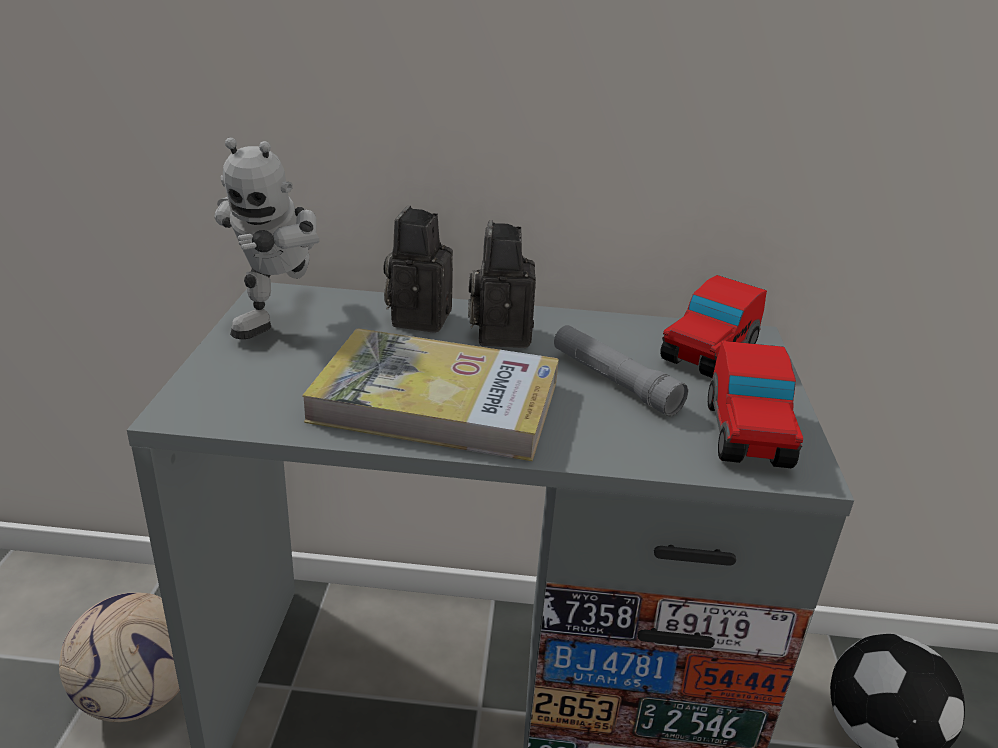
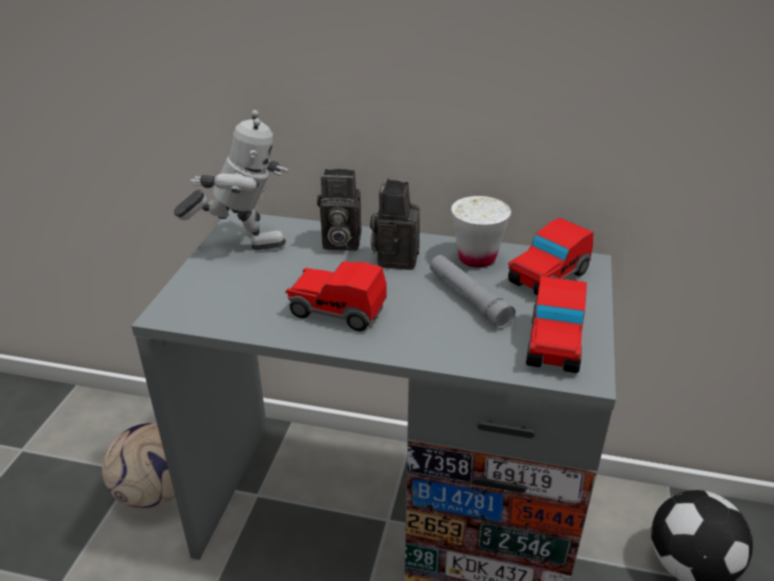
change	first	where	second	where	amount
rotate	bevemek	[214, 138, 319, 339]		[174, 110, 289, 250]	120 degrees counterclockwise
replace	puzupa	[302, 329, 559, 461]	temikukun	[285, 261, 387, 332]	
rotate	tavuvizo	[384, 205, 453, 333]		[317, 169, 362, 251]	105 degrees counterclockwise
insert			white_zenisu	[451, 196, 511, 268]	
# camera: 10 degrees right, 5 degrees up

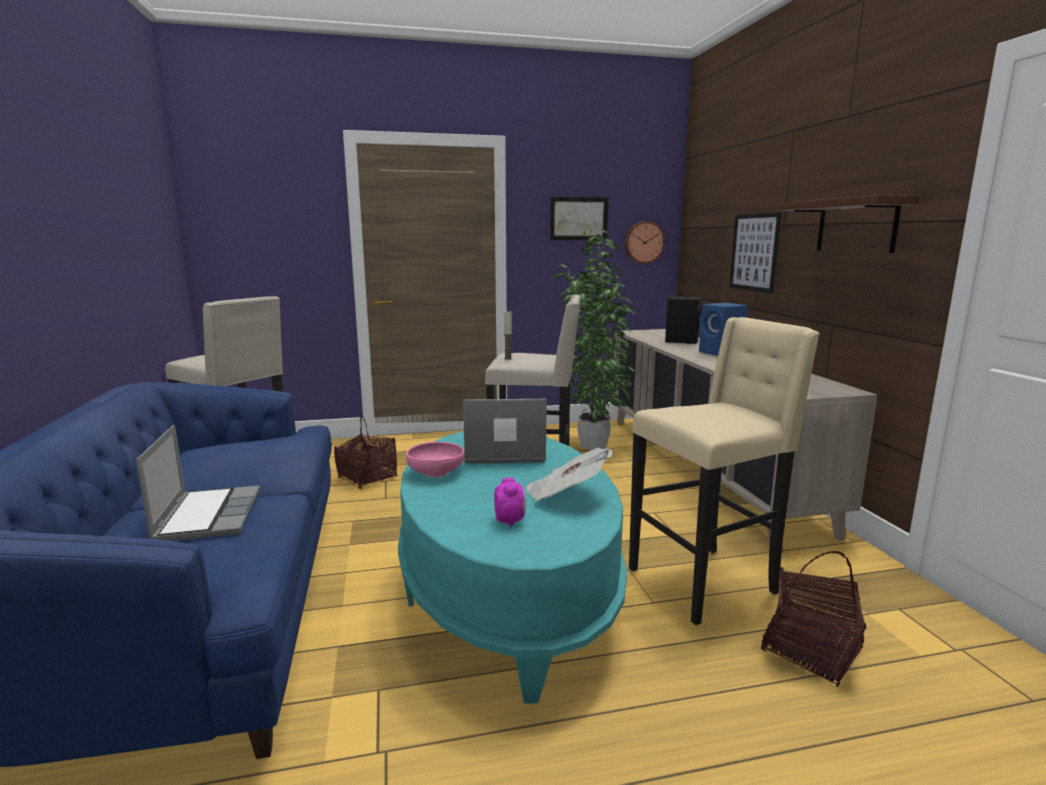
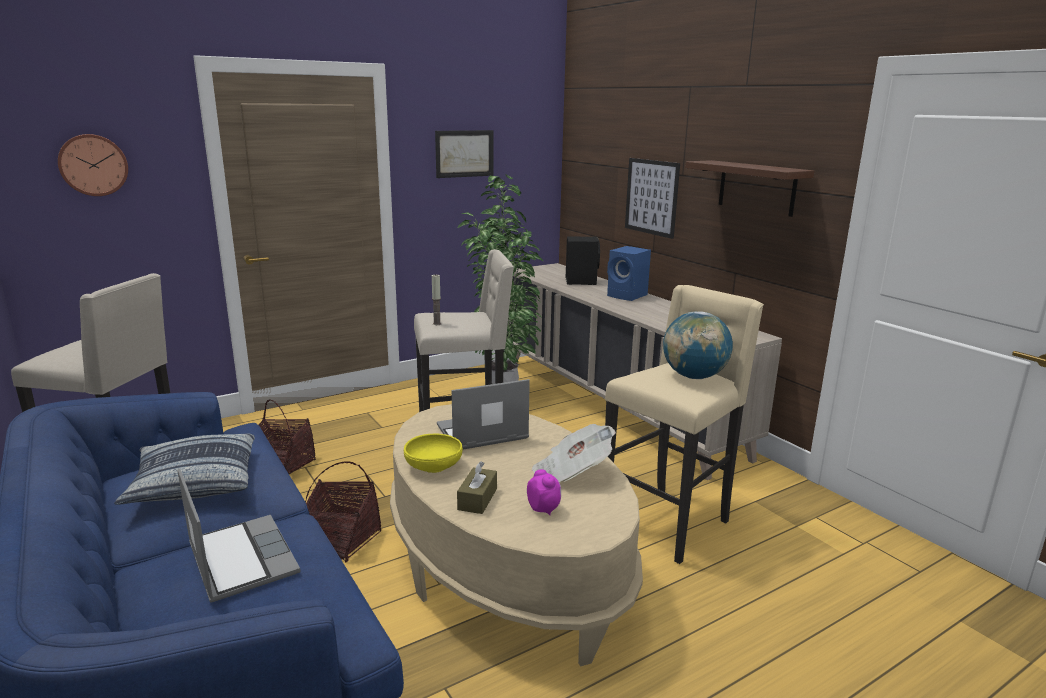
change	first	where	second	where	amount
recolor	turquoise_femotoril	[398, 431, 627, 704]	beige_femotoril	[390, 404, 643, 666]	
recolor	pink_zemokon	[406, 442, 465, 477]	yellow_zemokon	[404, 434, 463, 473]	
move	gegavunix	[625, 221, 665, 264]		[58, 134, 128, 196]	
move	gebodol	[761, 551, 866, 687]		[305, 461, 381, 563]	
insert			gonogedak	[114, 434, 255, 505]	
insert			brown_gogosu	[457, 461, 497, 514]	
insert			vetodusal	[663, 311, 733, 379]	
# camera: 20 degrees left, 5 degrees up

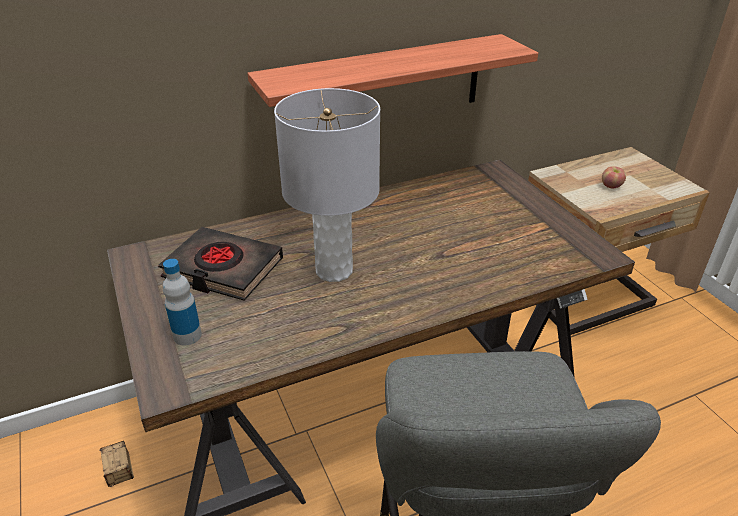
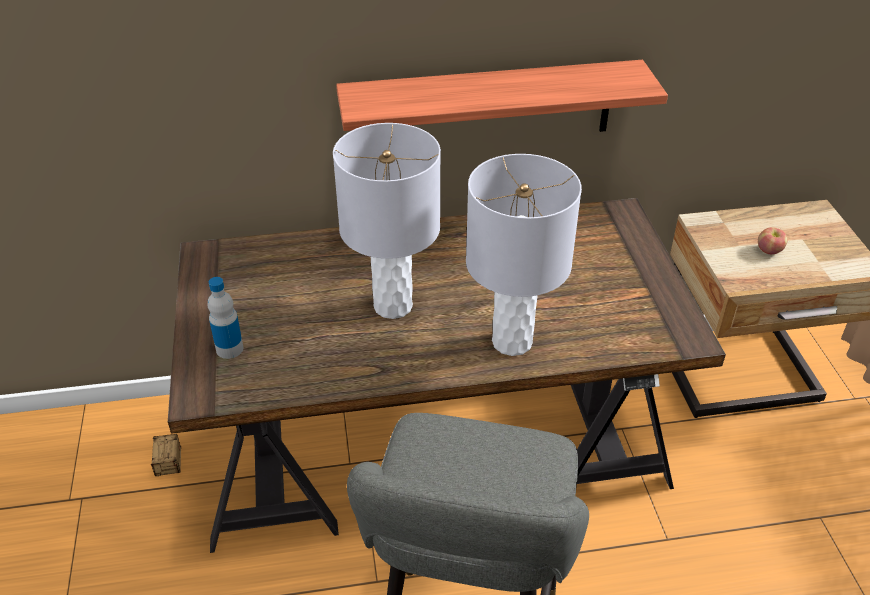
change	first	where	second	where	amount
delete	black_puzupa	[158, 227, 283, 301]			
insert			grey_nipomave	[466, 154, 582, 356]	
# camera: 15 degrees right, 5 degrees up

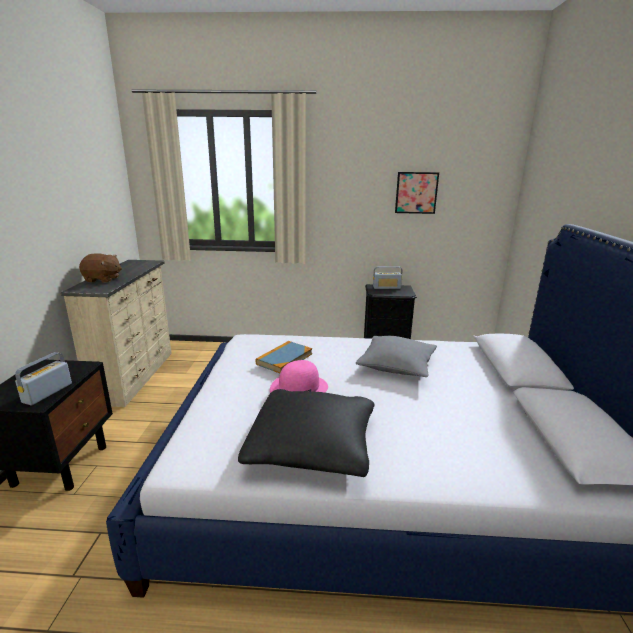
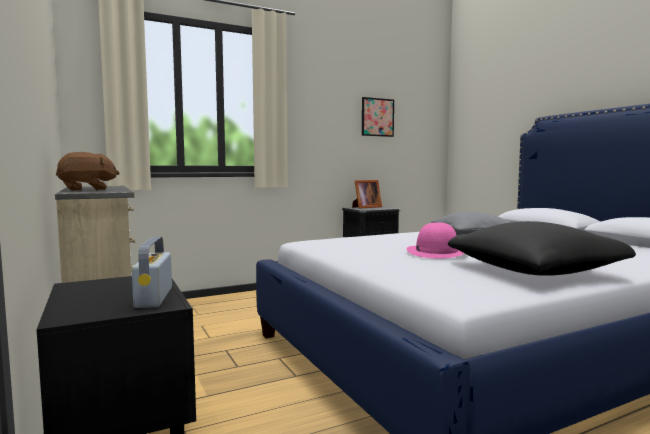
change	first	where	second	where	amount
delete	puzupa	[255, 341, 312, 373]			
replace	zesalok	[373, 266, 402, 289]	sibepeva	[352, 180, 382, 209]	
# camera: 30 degrees left, 15 degrees down

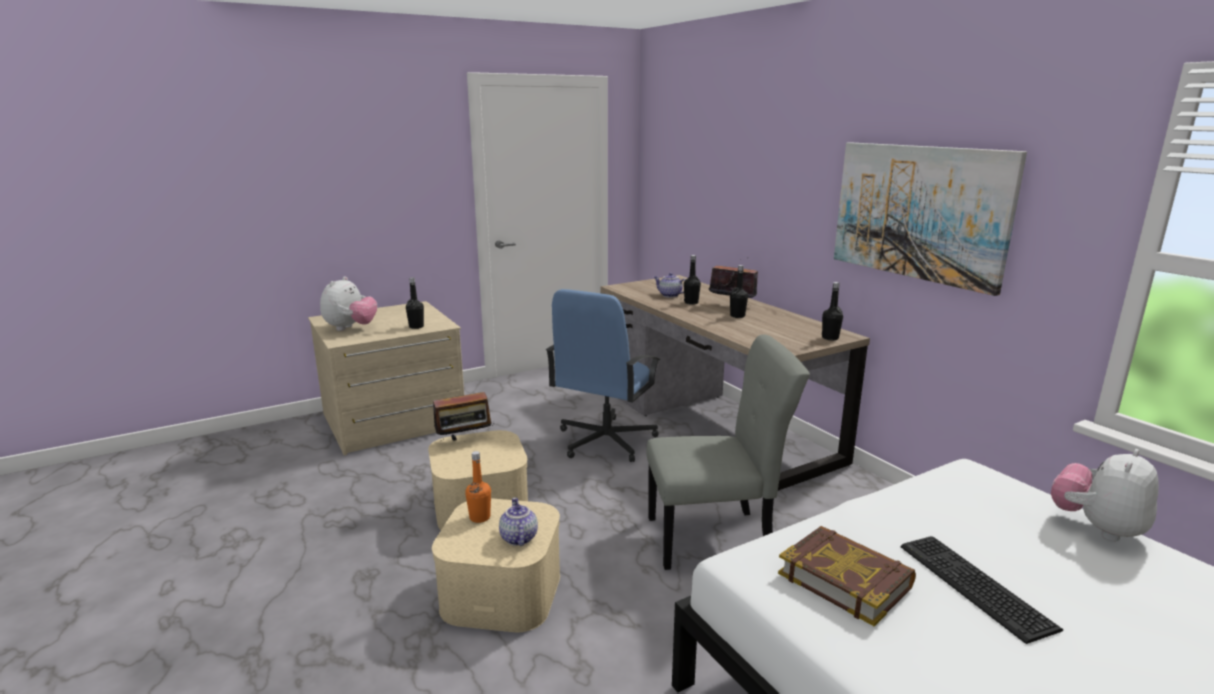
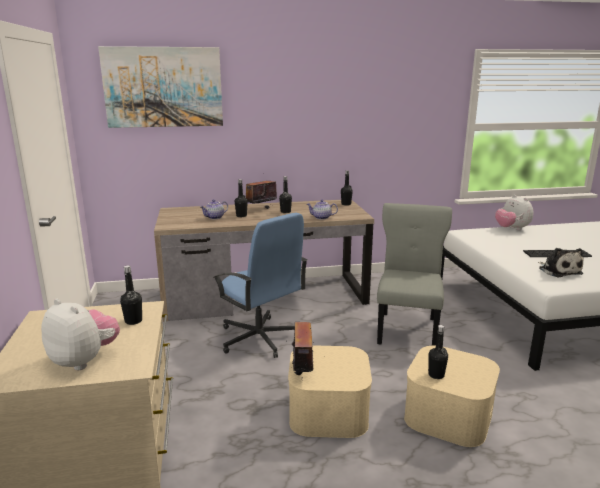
change	first	where	second	where	amount
recolor	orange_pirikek	[465, 451, 491, 523]	black_pirikek	[428, 325, 448, 379]	
move	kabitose	[499, 497, 538, 546]		[307, 200, 338, 220]	
replace	puzupa	[778, 526, 916, 626]	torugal	[538, 248, 583, 277]	
move	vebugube	[834, 142, 1027, 296]		[98, 46, 223, 128]	
# camera: 70 degrees left, 0 degrees up

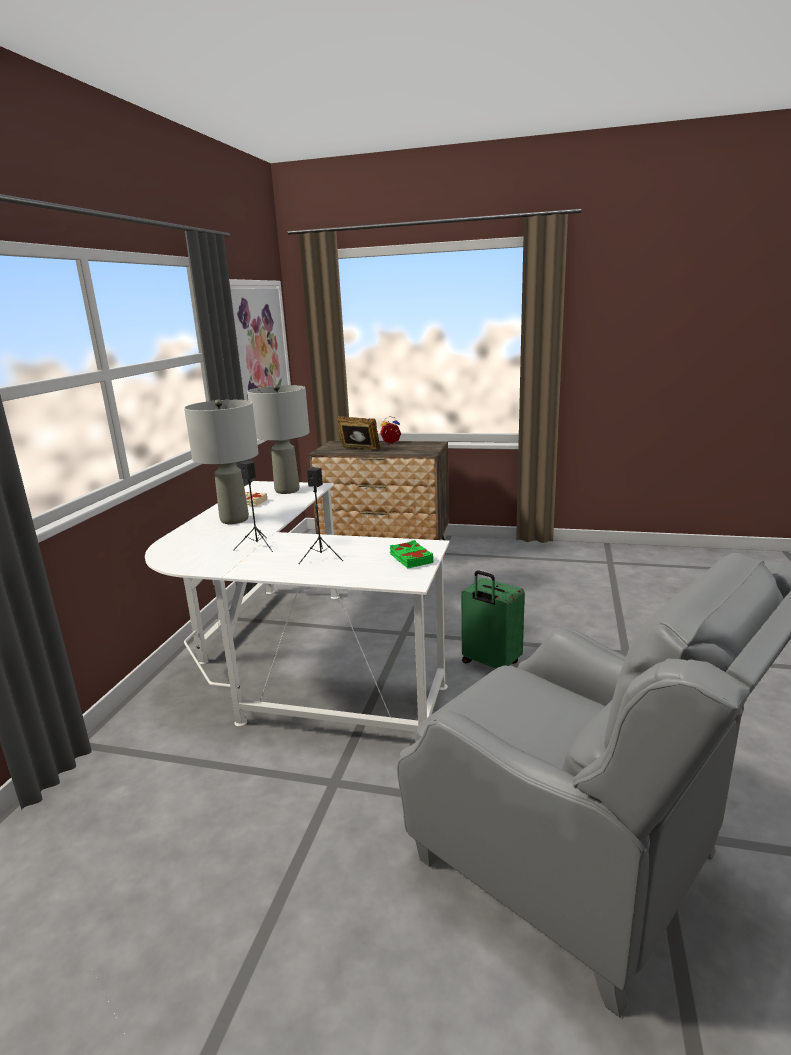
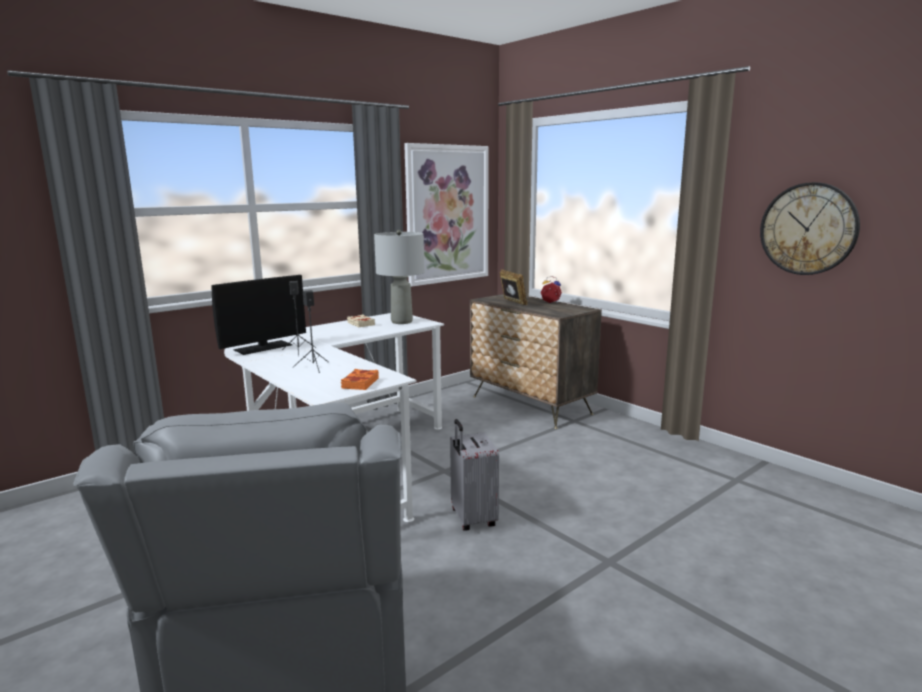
change	first	where	second	where	amount
delete	grey_nipomave	[184, 399, 258, 524]			
recolor	green_puzupa	[390, 540, 434, 569]	orange_puzupa	[341, 369, 379, 390]	
recolor	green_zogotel	[461, 570, 525, 668]	grey_zogotel	[450, 419, 499, 531]	
insert			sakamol	[211, 275, 306, 355]	
insert			gegavunix	[760, 182, 860, 275]	
# camera: 35 degrees right, 5 degrees down

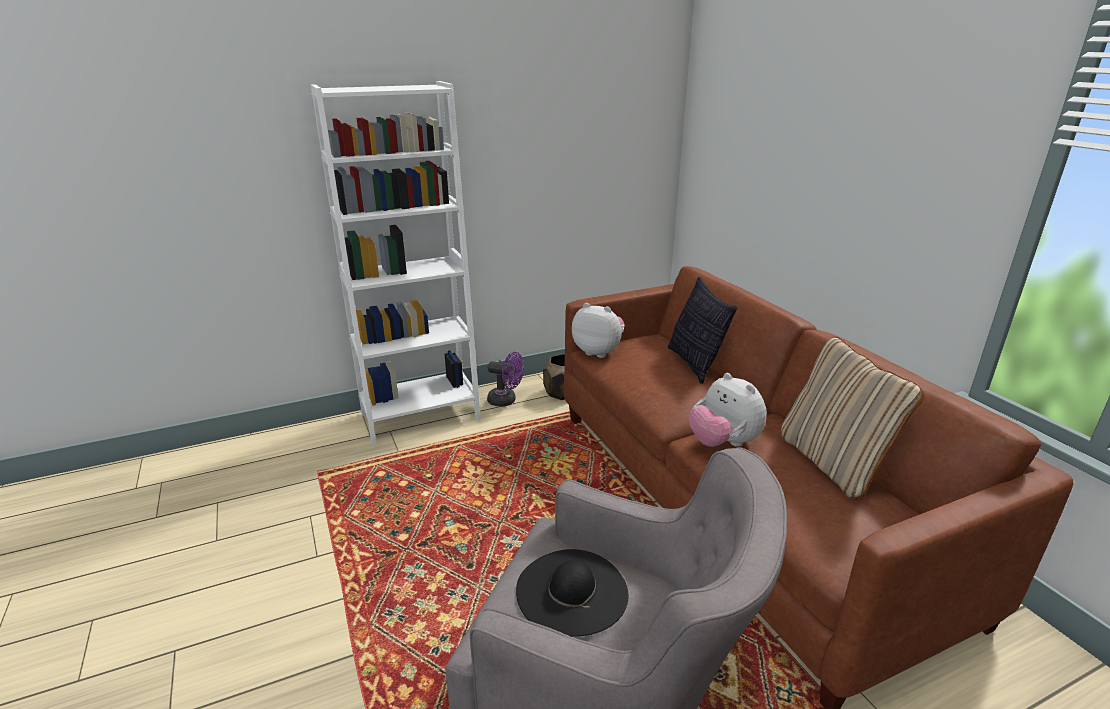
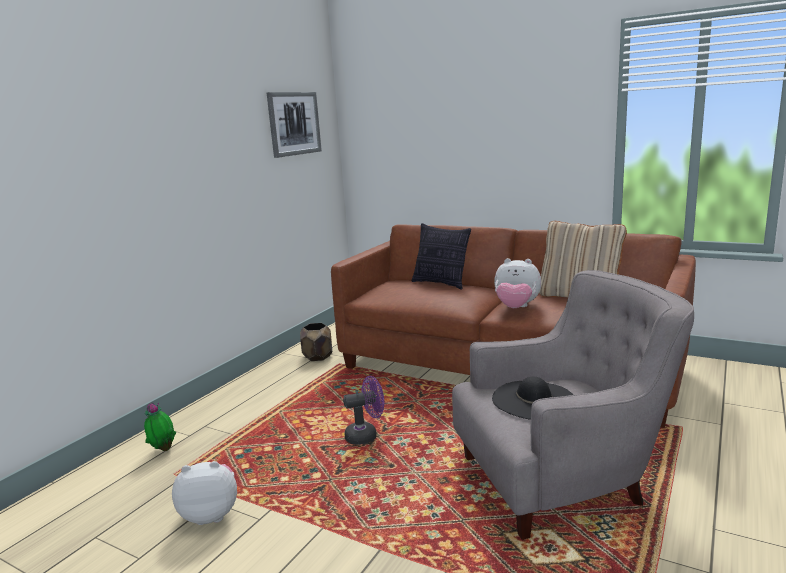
change	first	where	second	where	amount
delete	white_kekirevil	[311, 81, 481, 445]			
move	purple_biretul	[487, 352, 524, 407]		[343, 376, 384, 445]	
move	torugal	[572, 303, 625, 358]		[172, 461, 237, 525]	
insert			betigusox	[144, 403, 176, 451]	
insert			vebugube	[267, 92, 322, 158]	
# camera: 35 degrees left, 10 degrees down

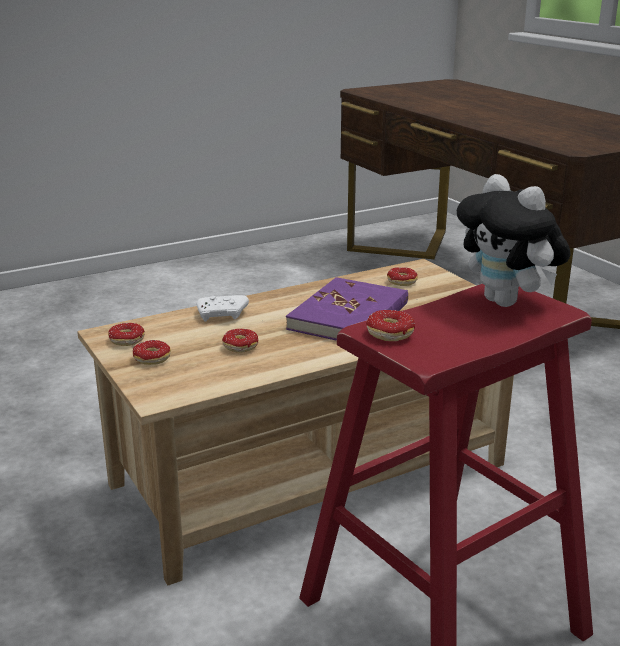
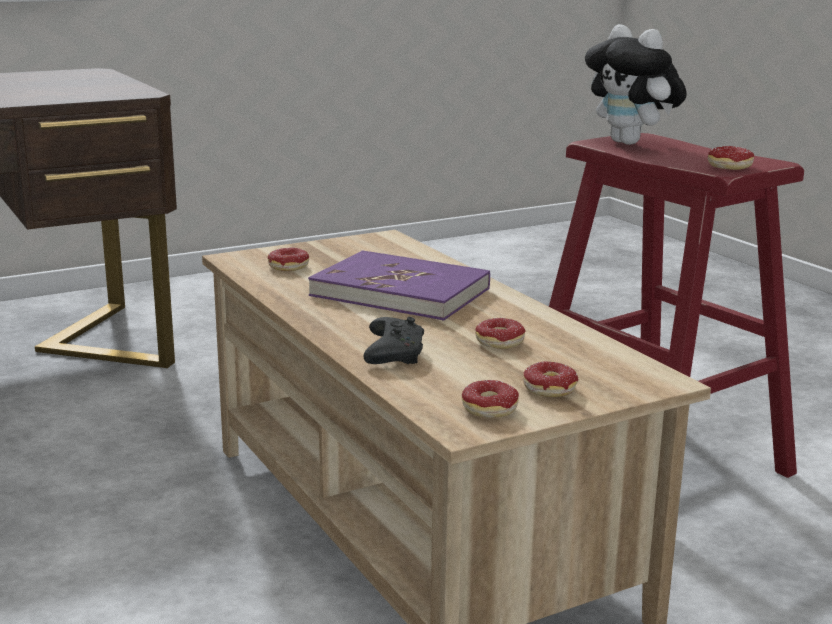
change	first	where	second	where	amount
recolor	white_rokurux	[197, 295, 249, 321]	black_rokurux	[363, 317, 424, 364]	
rotate	torugal	[457, 174, 571, 307]		[585, 24, 687, 145]	90 degrees clockwise
# camera: 90 degrees left, 5 degrees down

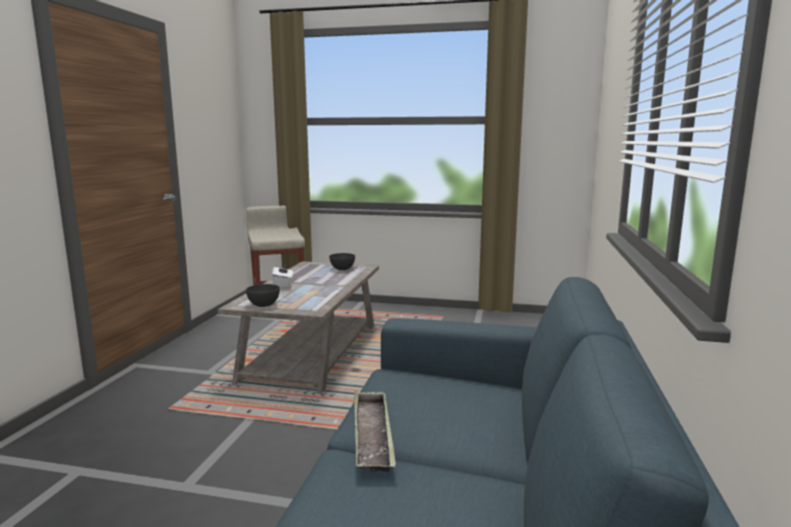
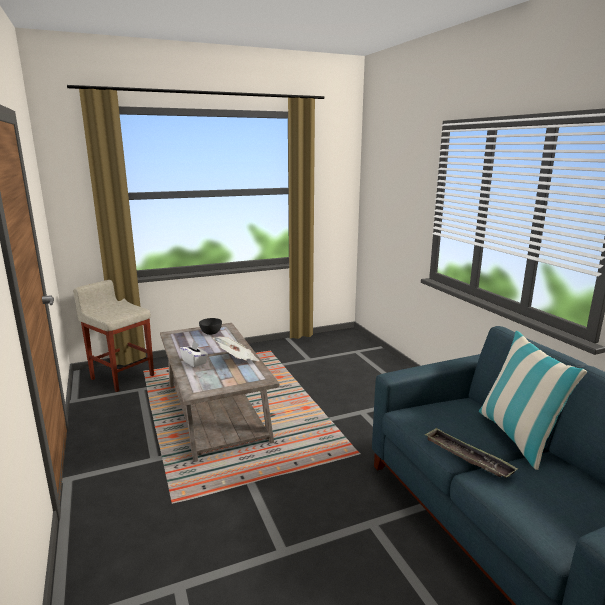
change	first	where	second	where	amount
delete	grey_zemokon	[246, 284, 280, 307]			
insert			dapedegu	[213, 337, 259, 361]	
insert			gonogedak	[479, 331, 587, 470]	
# camera: 35 degrees left, 5 degrees up

